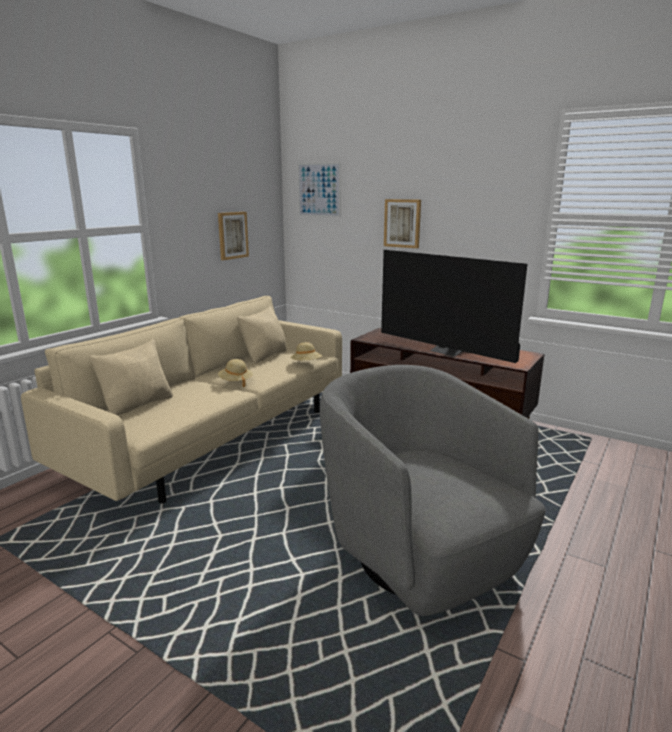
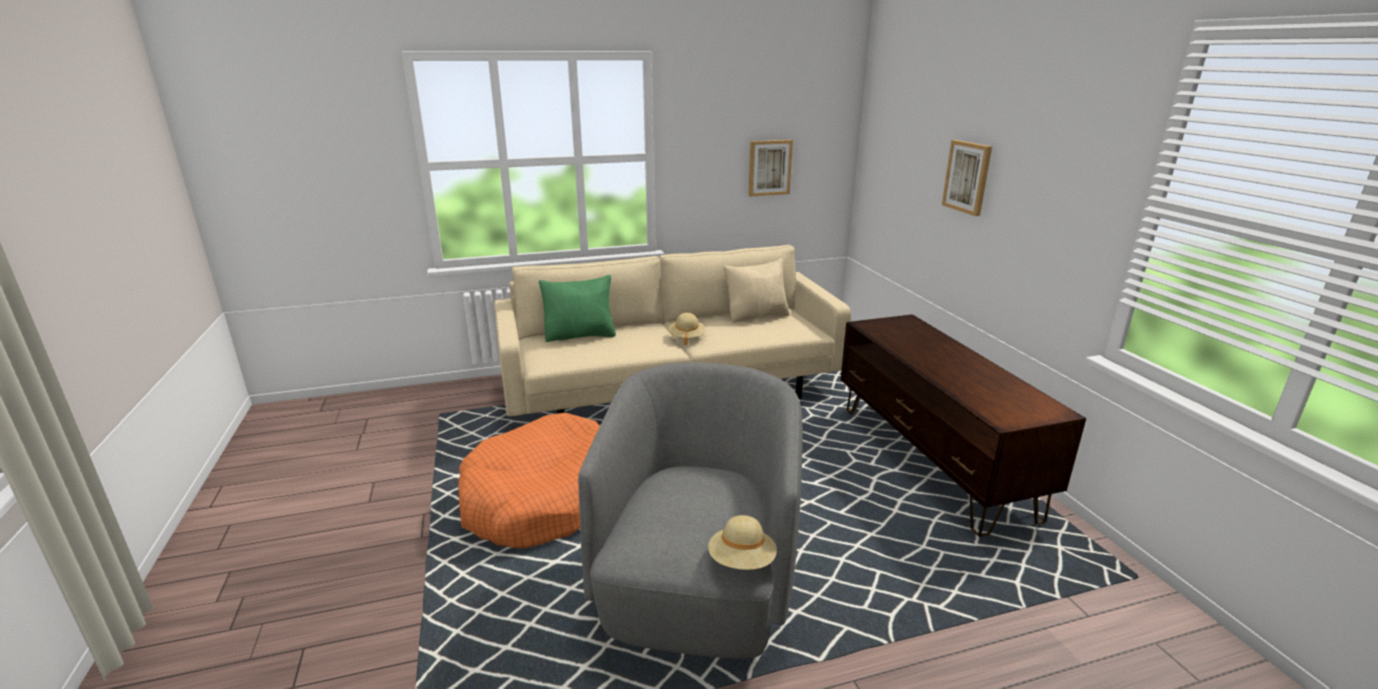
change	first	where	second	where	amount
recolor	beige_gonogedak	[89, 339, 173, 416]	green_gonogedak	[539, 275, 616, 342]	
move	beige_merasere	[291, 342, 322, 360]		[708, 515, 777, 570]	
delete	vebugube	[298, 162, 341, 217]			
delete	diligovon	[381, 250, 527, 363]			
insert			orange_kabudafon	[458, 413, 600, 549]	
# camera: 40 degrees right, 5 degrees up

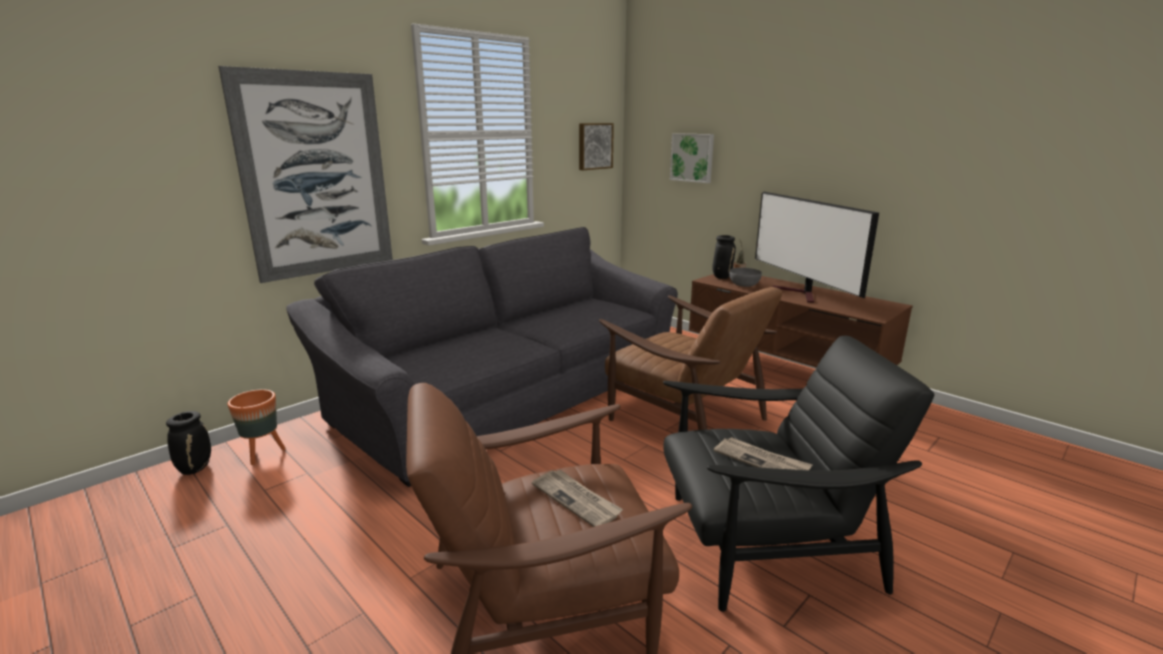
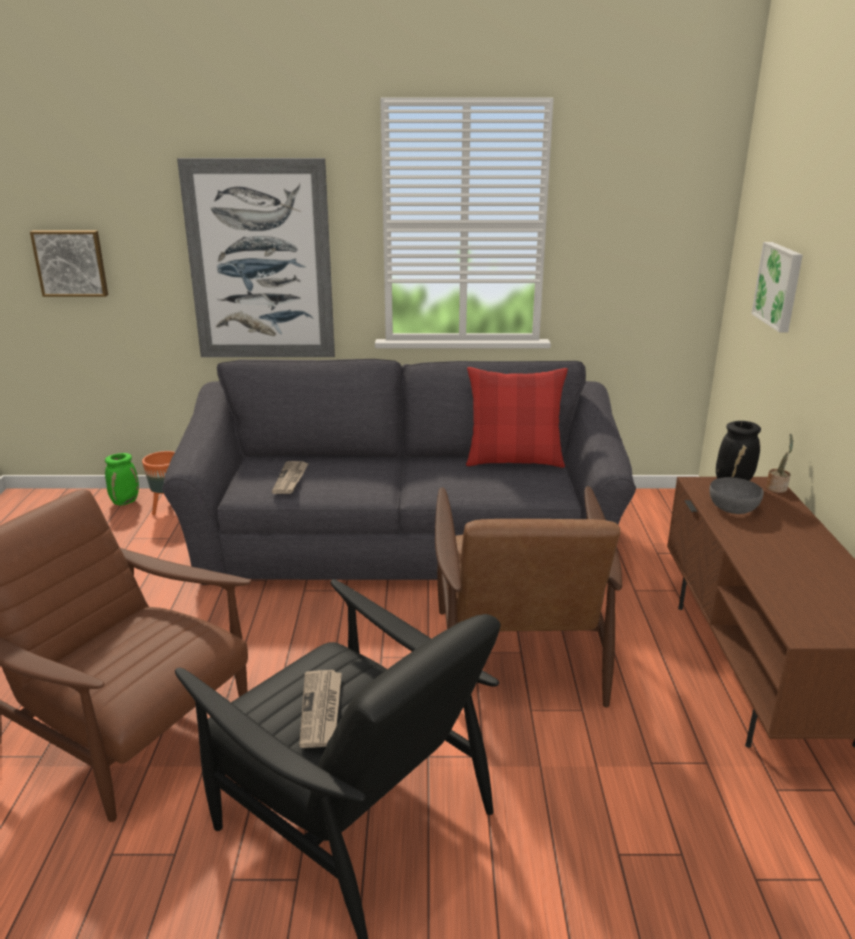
change	first	where	second	where	amount
recolor	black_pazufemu	[166, 411, 211, 475]	green_pazufemu	[105, 453, 139, 505]	
move	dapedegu	[532, 470, 623, 527]		[272, 461, 309, 494]	
move	vebugube	[579, 123, 614, 170]		[30, 231, 108, 297]	
delete	diligovon	[755, 192, 879, 303]			
insert			red_gonogedak	[466, 367, 568, 468]	
# camera: 45 degrees right, 5 degrees up

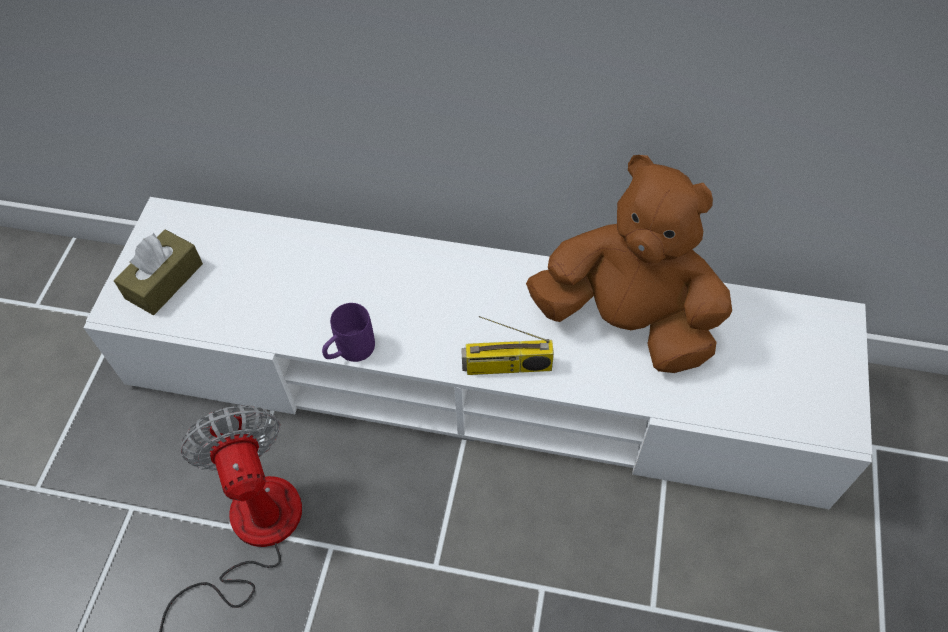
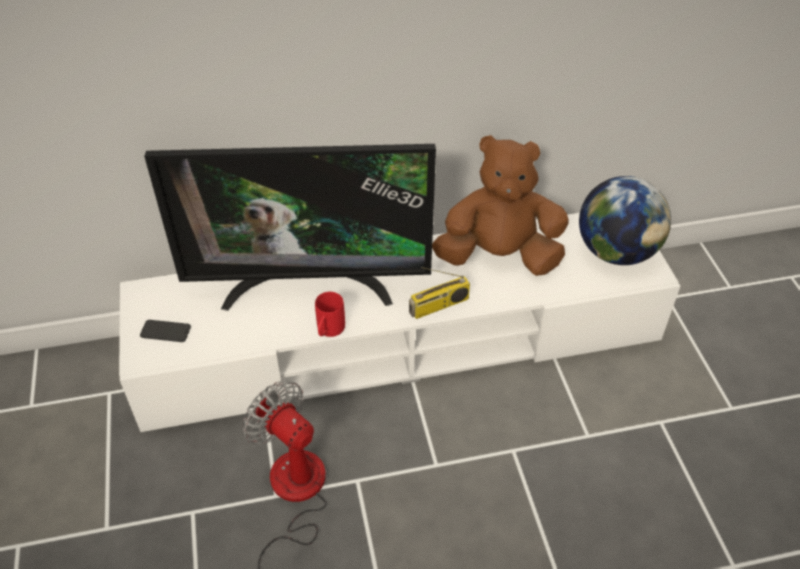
change	first	where	second	where	amount
replace	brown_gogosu	[114, 230, 203, 315]	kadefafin	[140, 320, 191, 342]	
recolor	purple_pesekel	[322, 303, 375, 362]	red_pesekel	[315, 292, 345, 337]	
insert			diligovon	[144, 144, 436, 311]	
insert			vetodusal	[579, 176, 671, 265]	
# camera: 25 degrees left, 10 degrees down

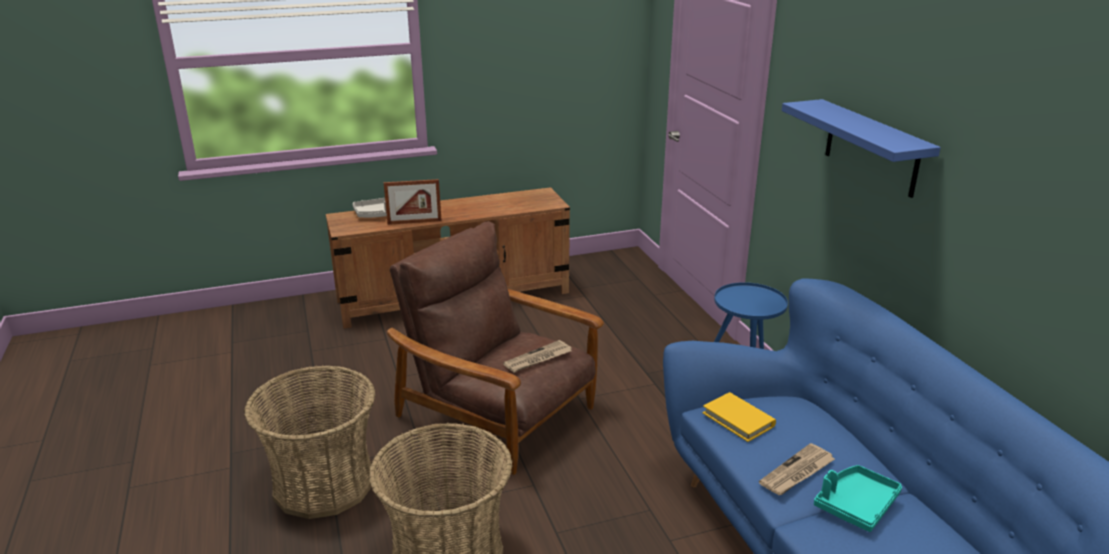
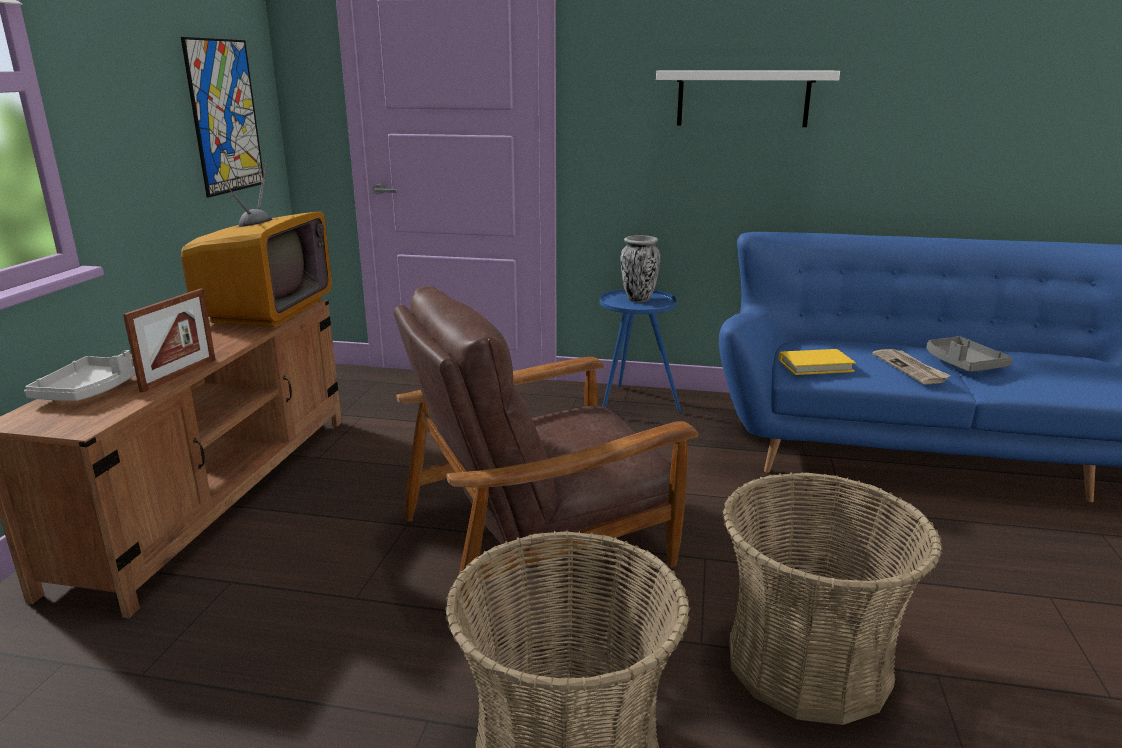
change	first	where	second	where	amount
delete	dapedegu	[503, 340, 572, 373]			
recolor	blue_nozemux	[782, 99, 941, 198]	white_nozemux	[656, 70, 840, 127]	
recolor	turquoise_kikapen	[814, 465, 902, 532]	grey_kikapen	[926, 336, 1012, 372]	
insert			vebugube	[181, 37, 263, 198]	
insert			diligovon	[181, 164, 332, 327]	
insert			pazufemu	[621, 235, 661, 303]	
# camera: 60 degrees left, 5 degrees down

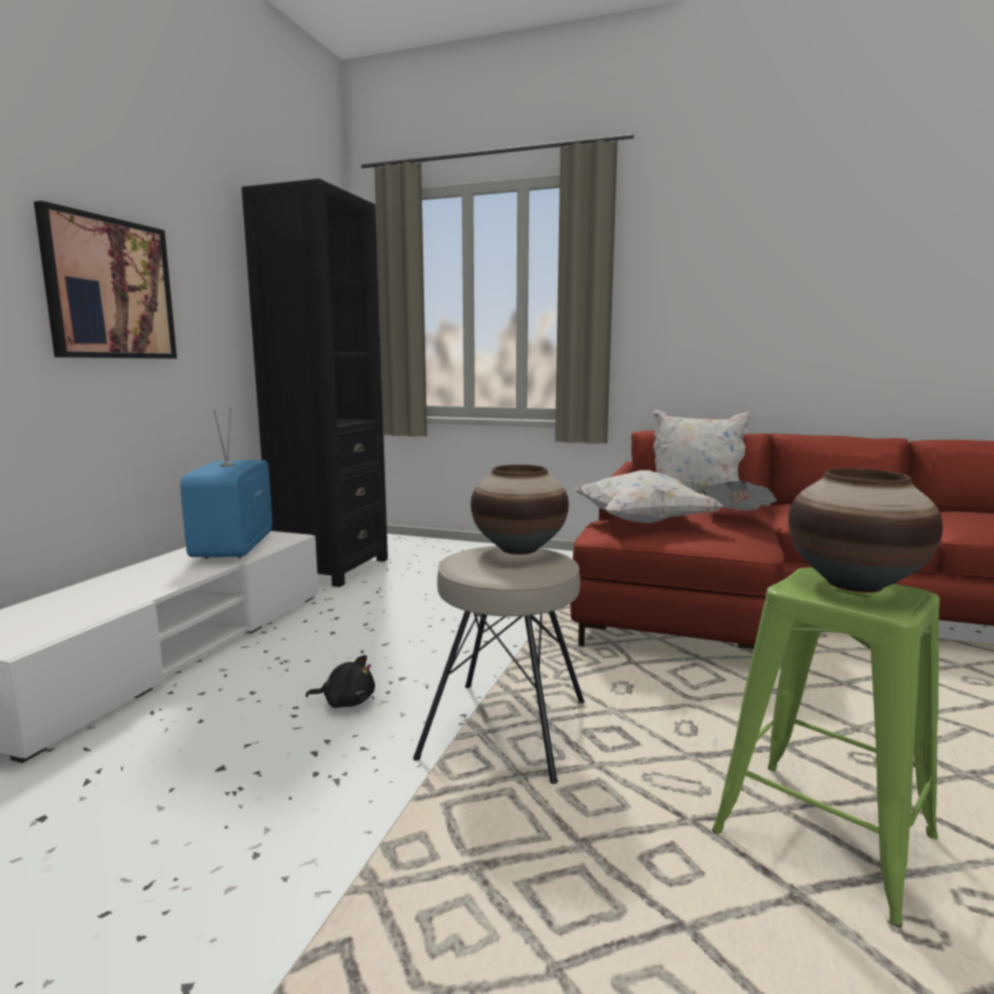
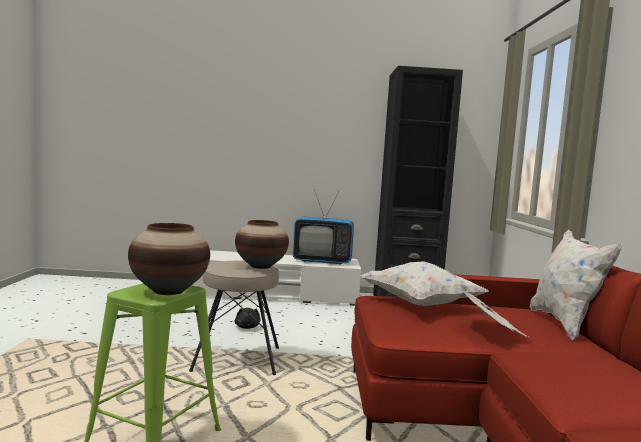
change	first	where	second	where	amount
delete	vebugube	[34, 201, 177, 359]			
rotate	diligovon	[180, 408, 272, 559]		[293, 189, 354, 265]	150 degrees counterclockwise
# camera: 70 degrees right, 5 degrees down

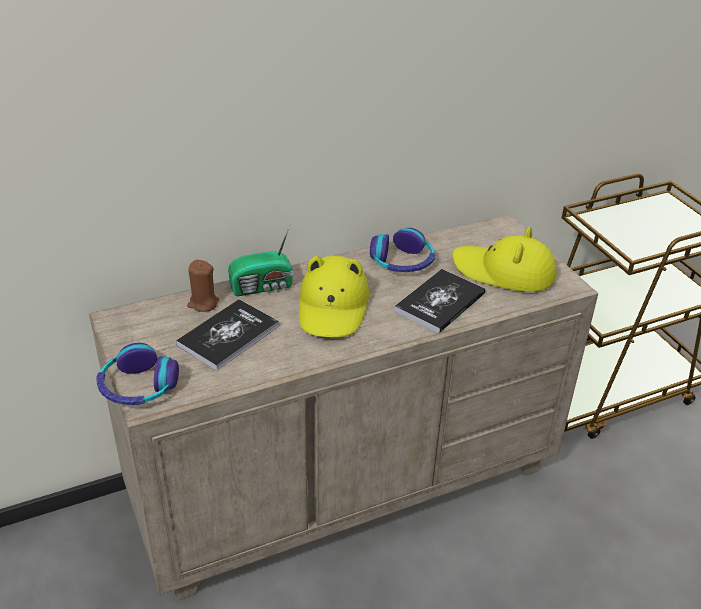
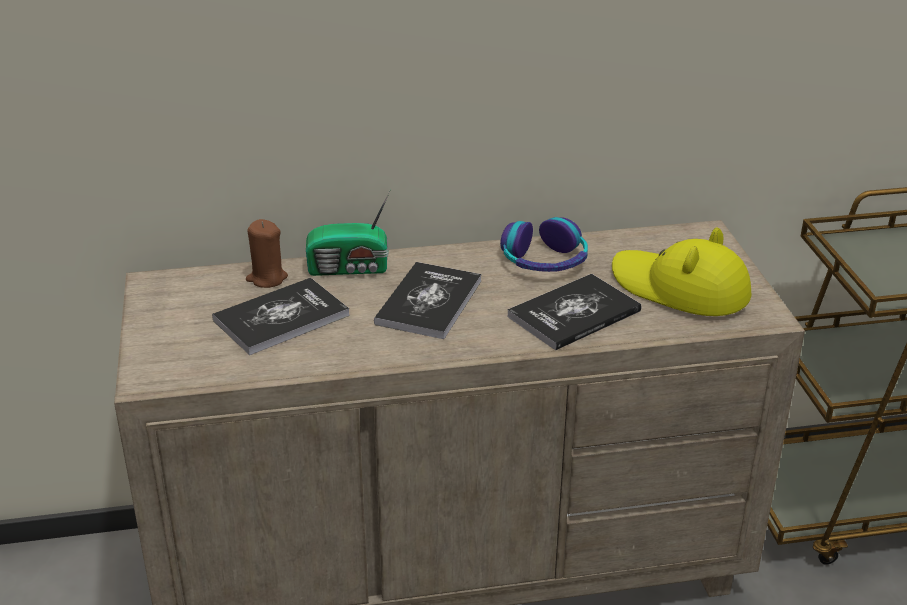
change	first	where	second	where	amount
delete	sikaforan	[96, 343, 179, 405]			
replace	yellow_merasere	[299, 256, 369, 337]	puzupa	[374, 262, 481, 339]	
# camera: 15 degrees right, 5 degrees down

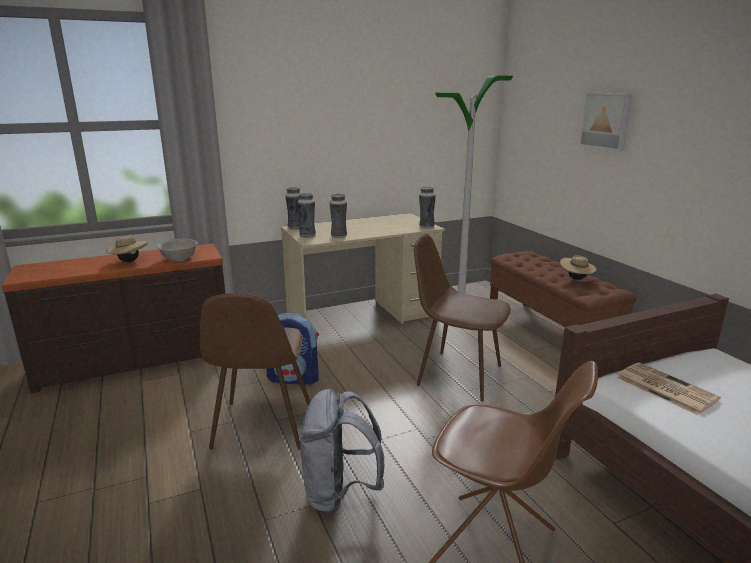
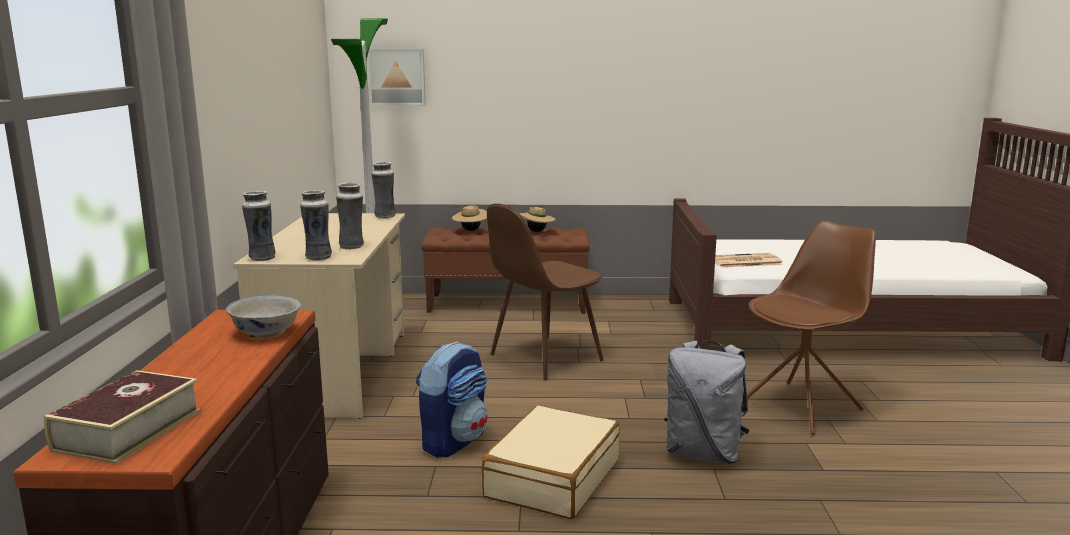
change	first	where	second	where	amount
move	beige_merasere	[106, 234, 148, 262]		[452, 205, 487, 231]	
replace	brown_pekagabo	[200, 293, 310, 450]	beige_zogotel	[482, 405, 620, 519]	
move	vebugube	[579, 93, 633, 151]		[368, 49, 426, 105]	
insert			puzupa	[44, 370, 201, 464]	
# camera: 65 degrees left, 5 degrees down

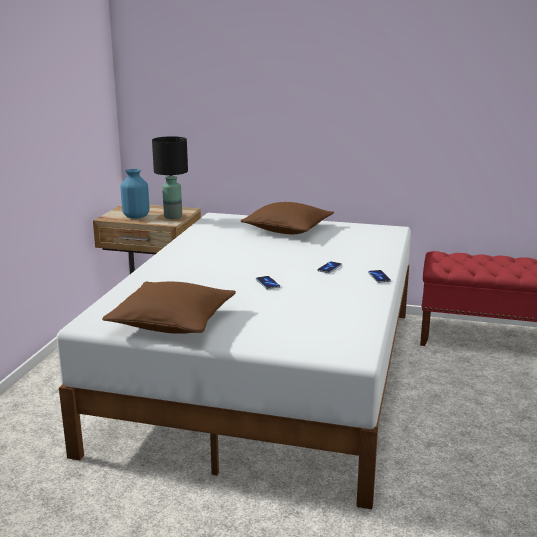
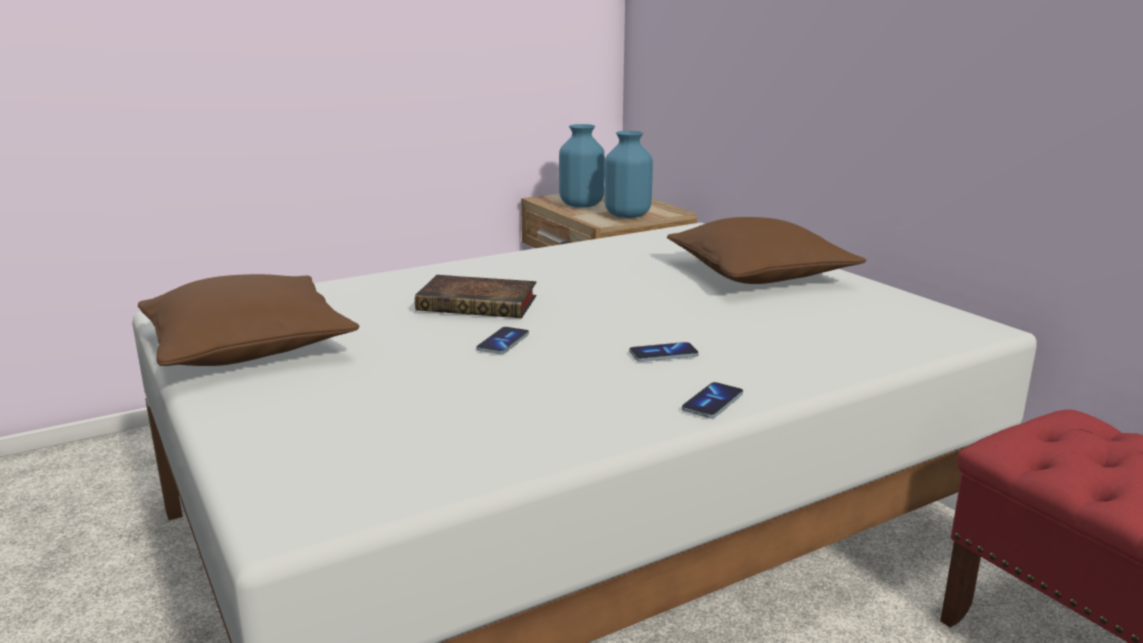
change	first	where	second	where	amount
replace	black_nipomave	[152, 136, 188, 219]	blue_pazufemu	[605, 131, 653, 218]	
insert			puzupa	[415, 275, 536, 318]	
# camera: 45 degrees right, 0 degrees up

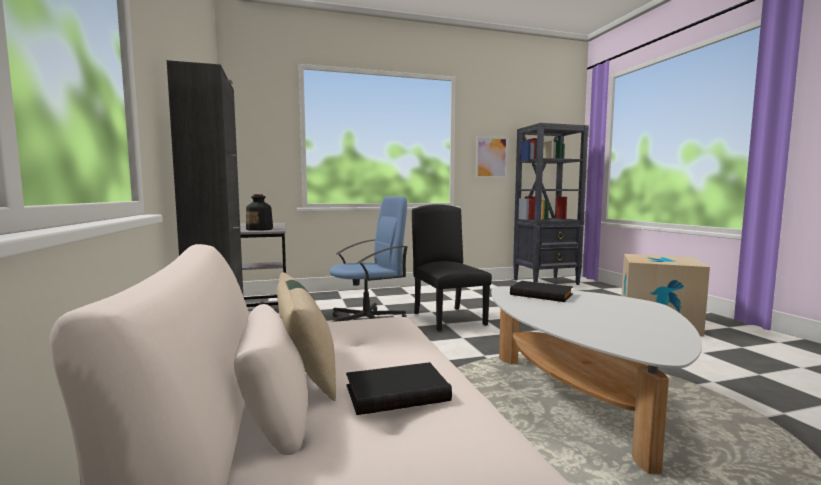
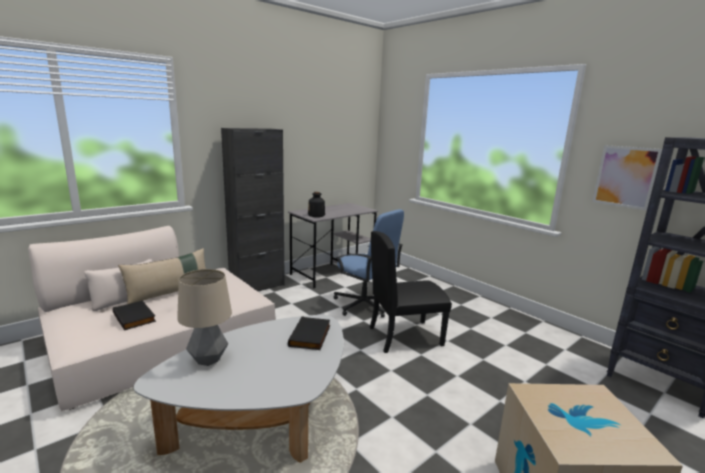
change	first	where	second	where	amount
rotate	black_pekagabo	[412, 204, 492, 331]		[370, 231, 452, 353]	150 degrees counterclockwise
insert			nipomave	[177, 269, 232, 366]	
# camera: 65 degrees right, 10 degrees up

